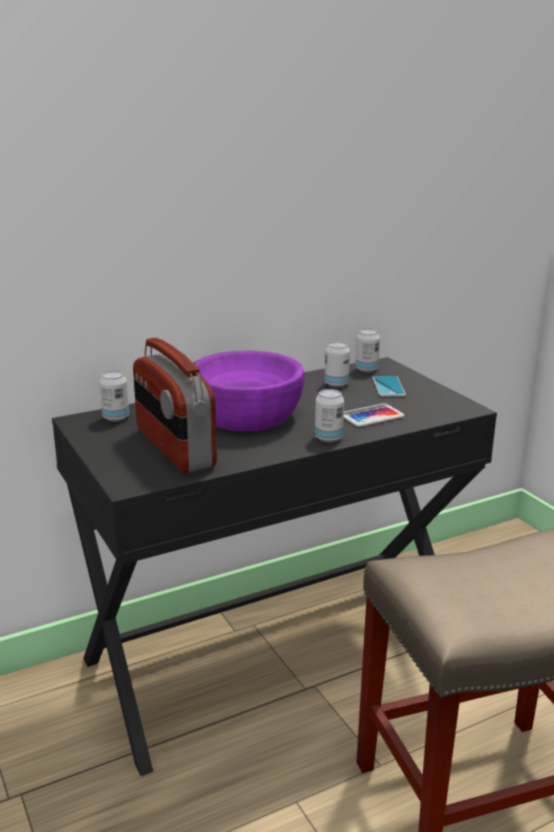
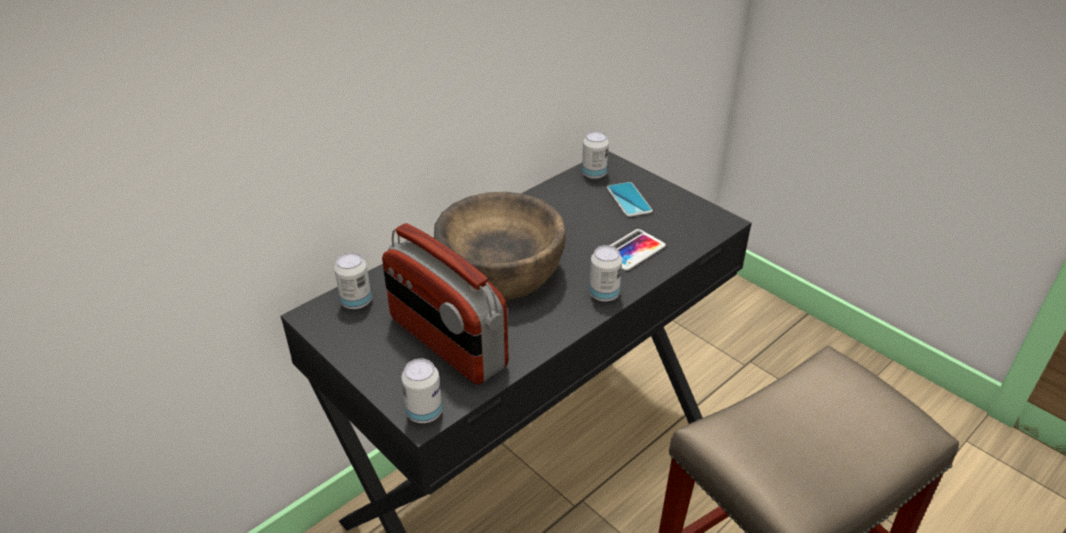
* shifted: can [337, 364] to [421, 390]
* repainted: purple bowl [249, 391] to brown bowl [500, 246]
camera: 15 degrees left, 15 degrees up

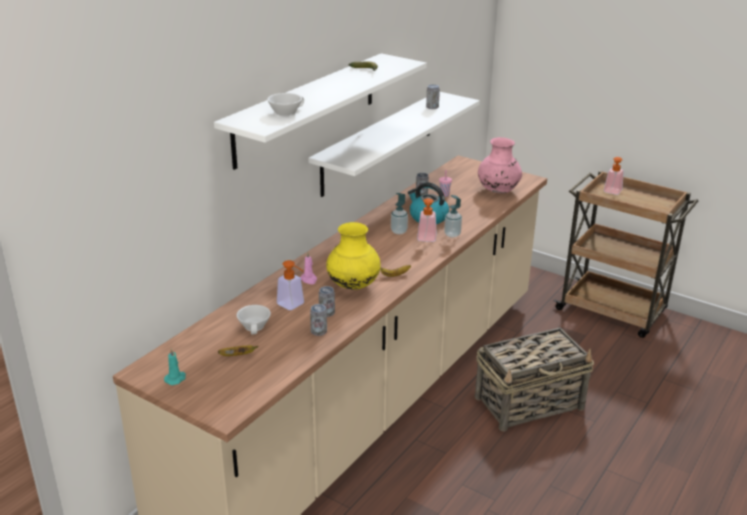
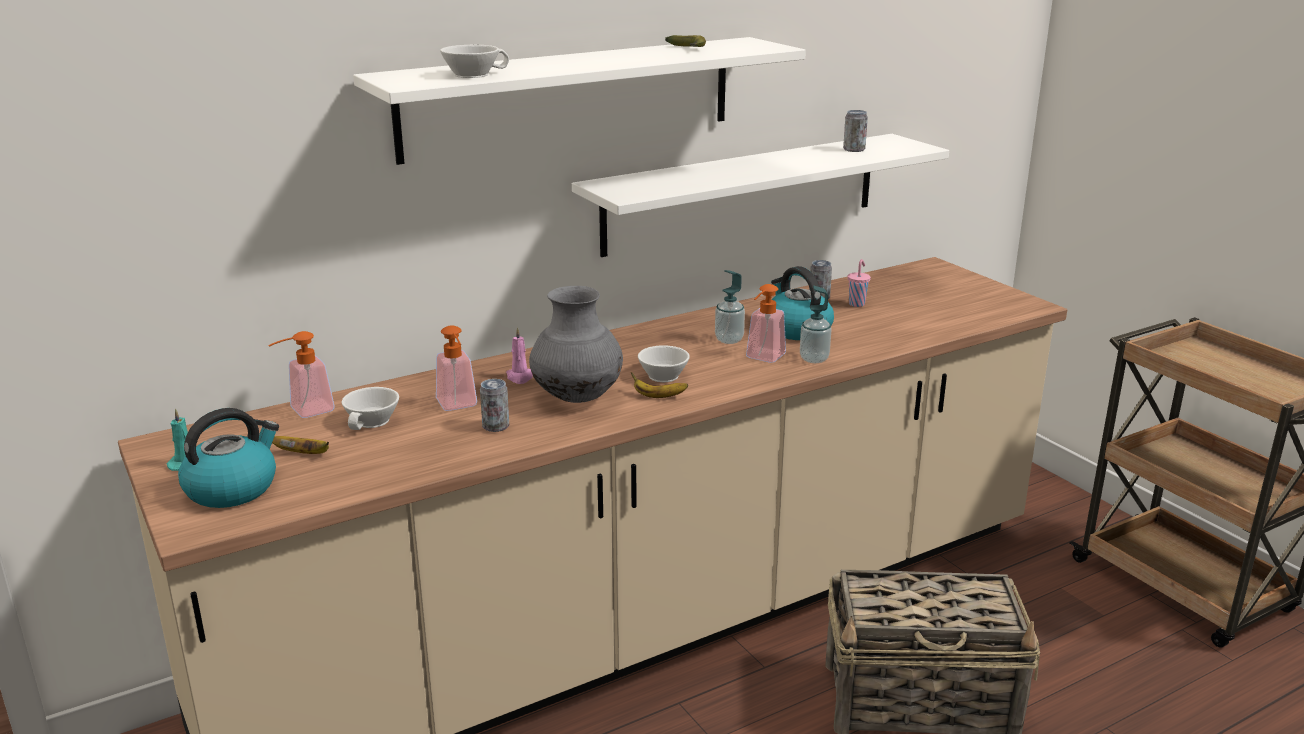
* gone: can [318, 320]
* gone: pink vase [500, 165]
* new: kettle [228, 458]
* new: white cup [664, 363]
* shifted: soap dispenser [614, 176] to [301, 374]
* repainted: yellow vase [353, 255] to grey vase [576, 344]
camera: 25 degrees right, 5 degrees down

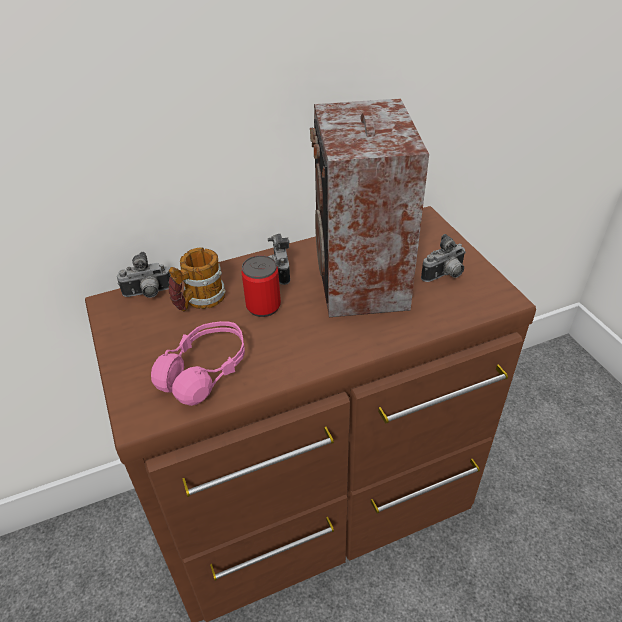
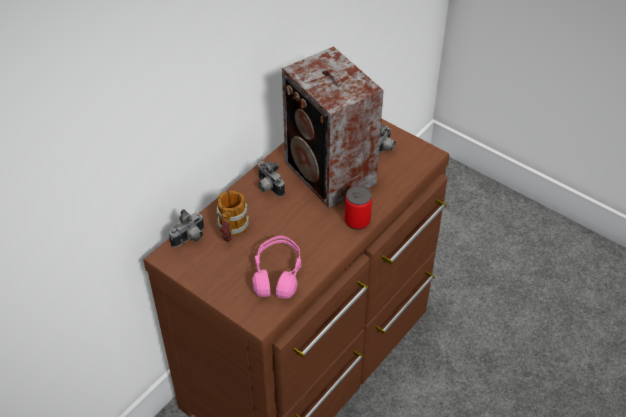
* shifted: can [261, 286] to [358, 207]
camera: 30 degrees left, 5 degrees up

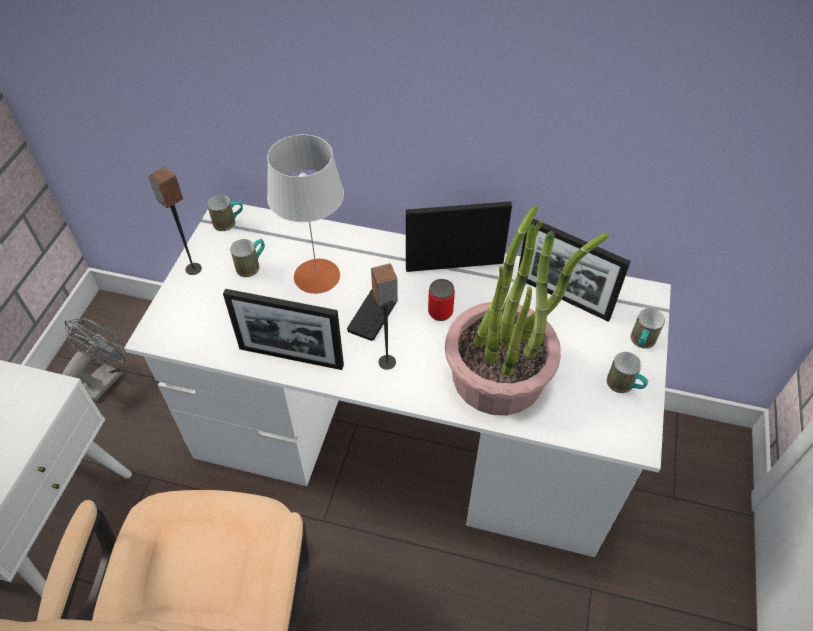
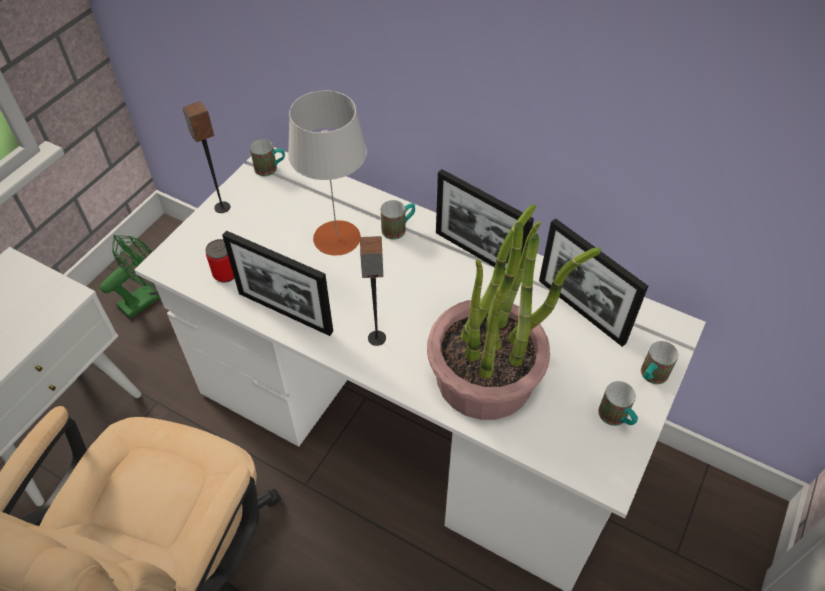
* gone: black game controller [372, 315]
* shifted: mug [247, 258] to [398, 220]
* shifted: can [441, 300] to [220, 261]
* repainted: grey fan [94, 359] to green fan [130, 276]
* rotated: picture frame [459, 236] = [485, 220] 150 degrees counterclockwise
camera: 15 degrees right, 0 degrees up

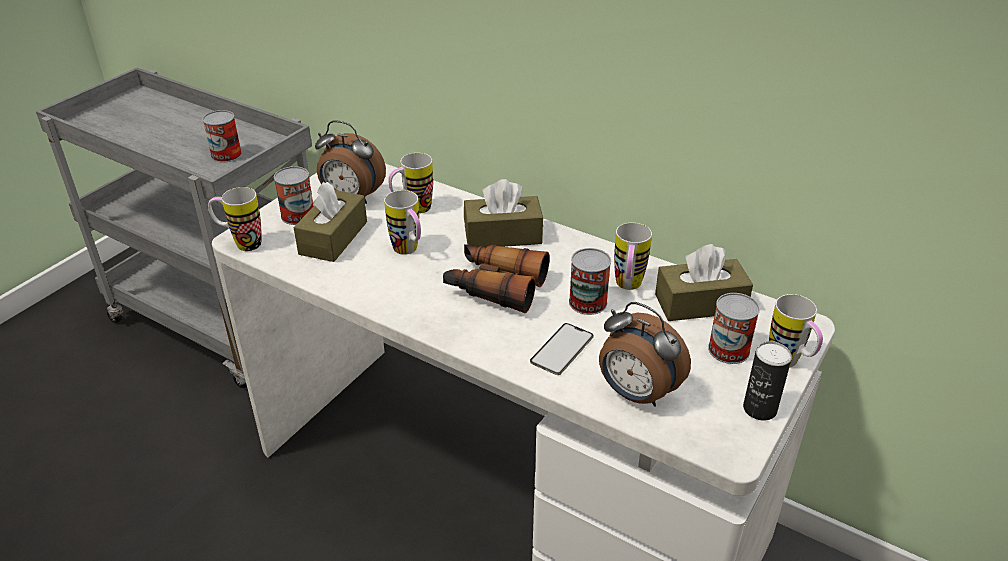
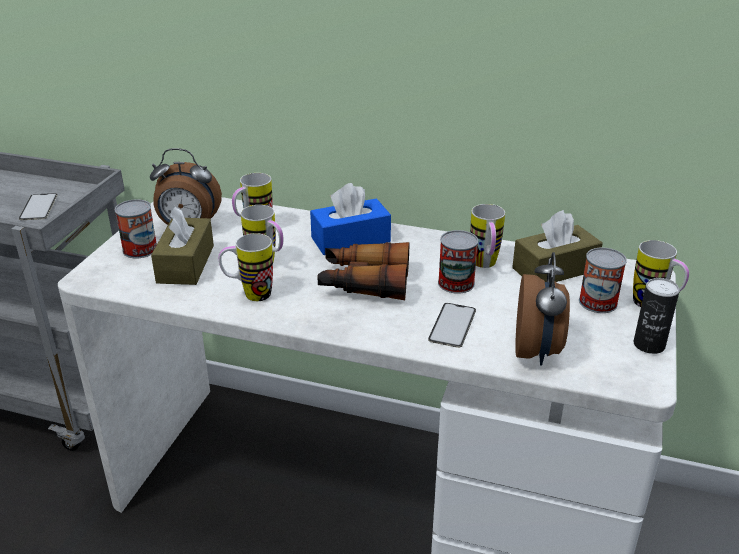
* shifted: mug [235, 219] to [246, 267]
* swapped: can [222, 136] to phone [38, 206]
* repainted: brown tissue box [503, 213] to blue tissue box [350, 219]
* rotated: alarm clock [645, 354] = [542, 309] 105 degrees counterclockwise
camera: 15 degrees left, 5 degrees down

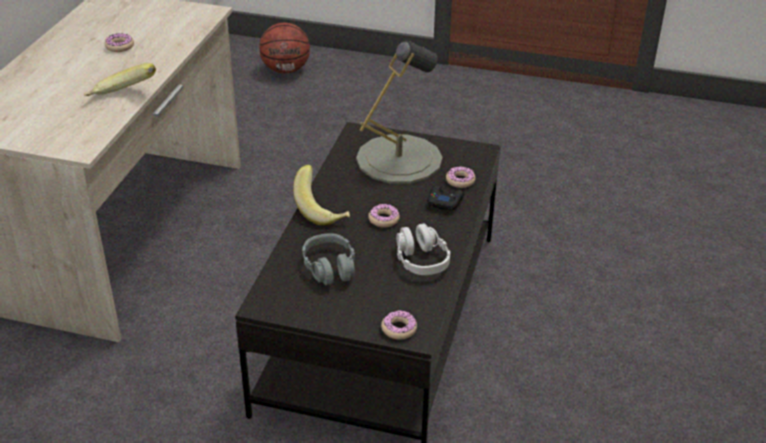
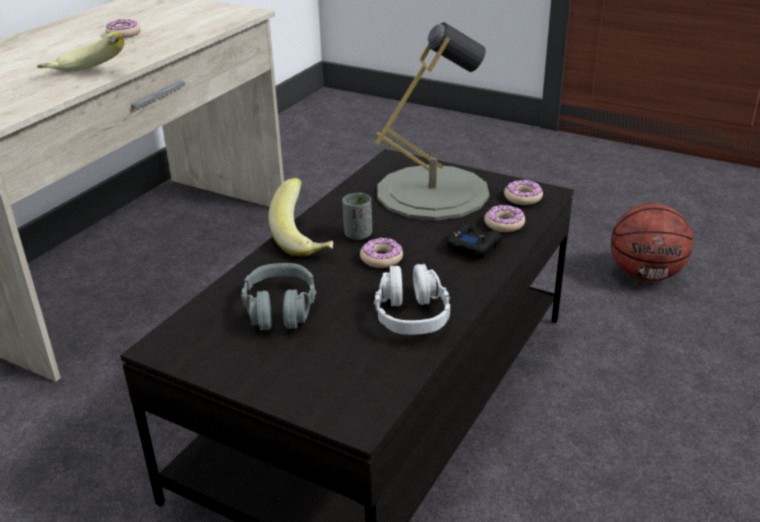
* new: grey cup [357, 216]
* shifted: basketball [285, 48] to [652, 242]
* shifted: donut [399, 325] to [523, 192]
camera: 15 degrees right, 5 degrees down

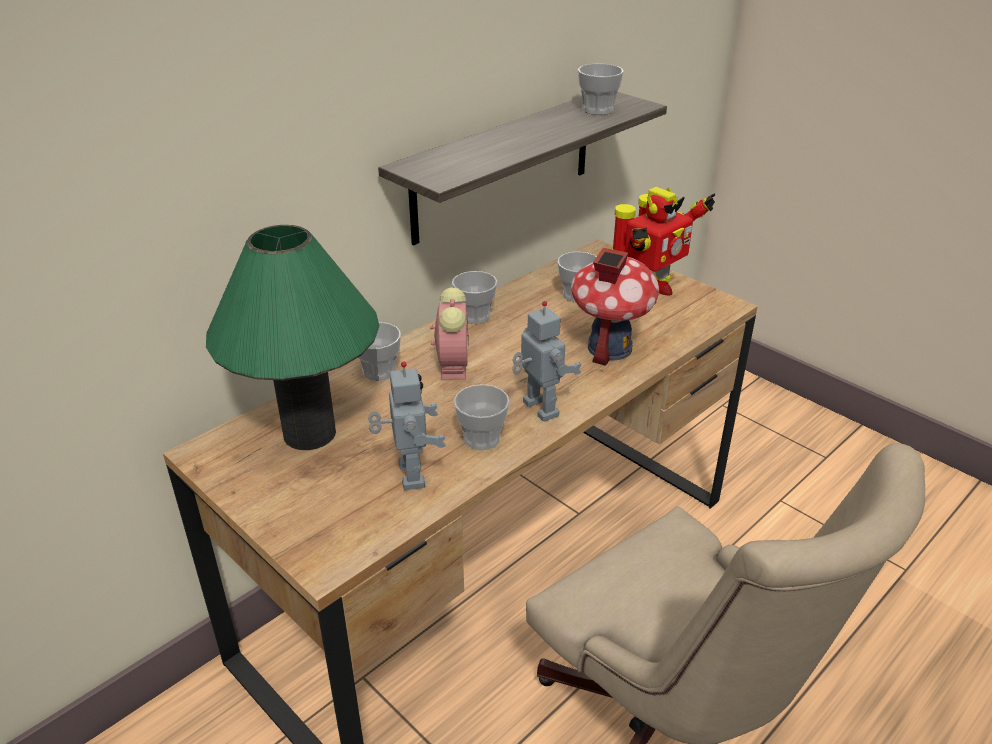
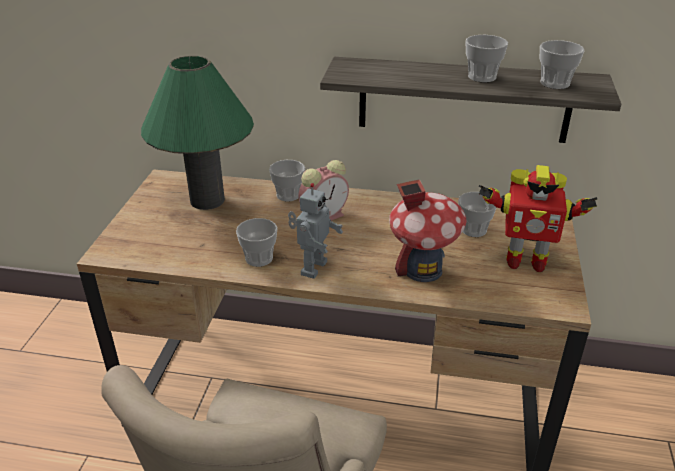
* gone: toy robot [407, 425]
* shifted: cup [474, 297] to [486, 58]
camera: 55 degrees right, 0 degrees up

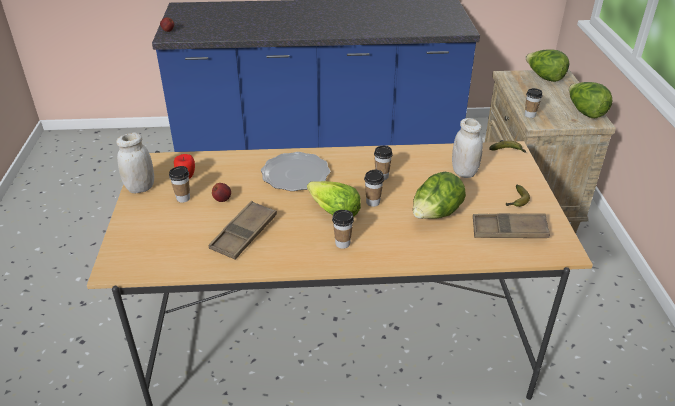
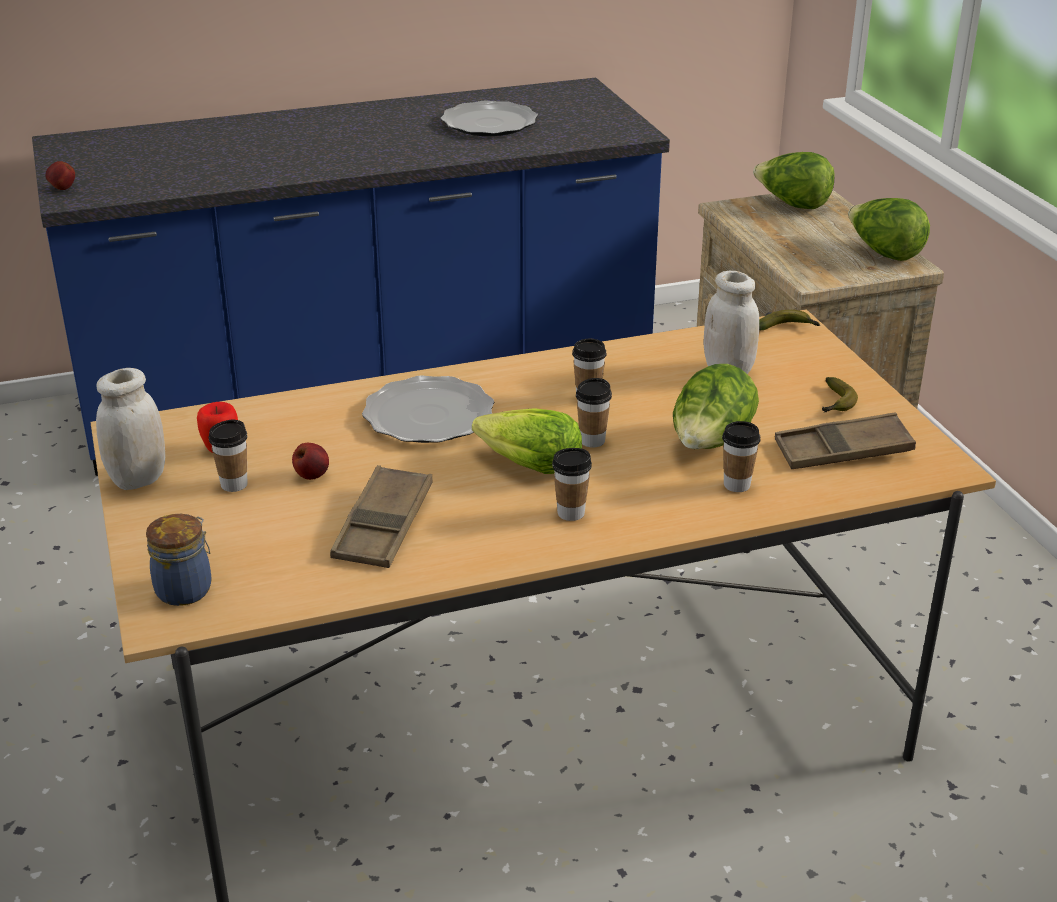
* new: jar [178, 560]
* new: plate [489, 118]
* shifted: cup [533, 103] to [741, 456]
camera: 15 degrees left, 5 degrees down

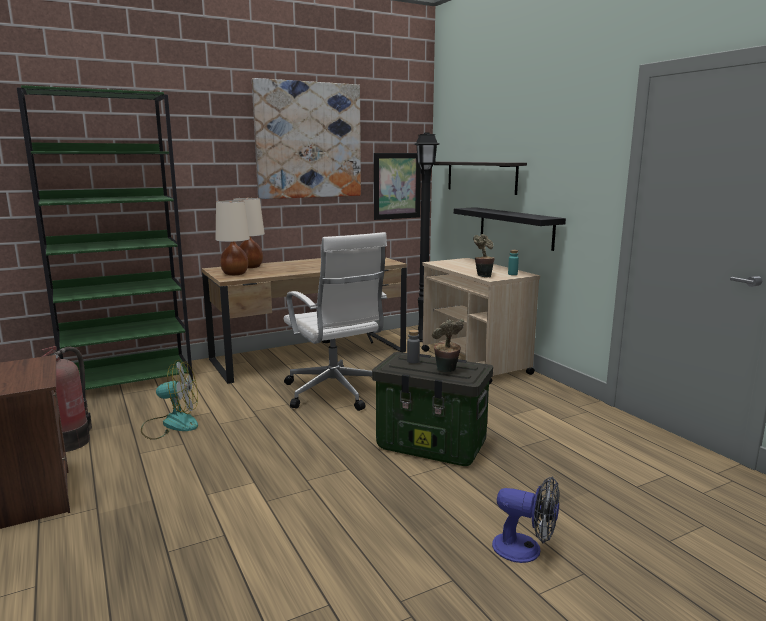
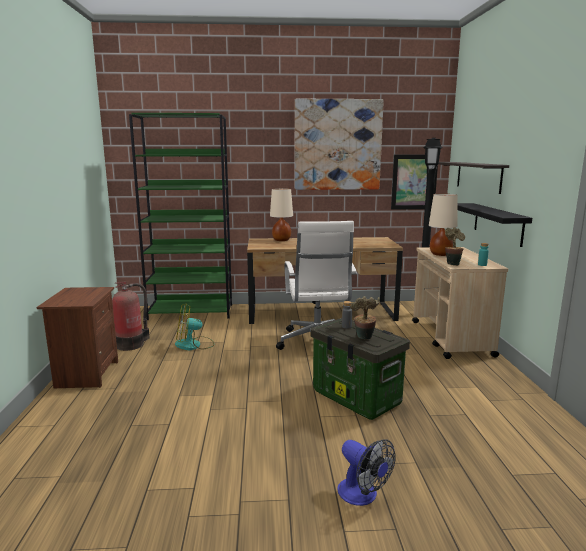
* shifted: beige table lamp [233, 237] to [443, 225]
* rotated: fan [169, 400] = [194, 327] 150 degrees clockwise
camera: 25 degrees right, 0 degrees up

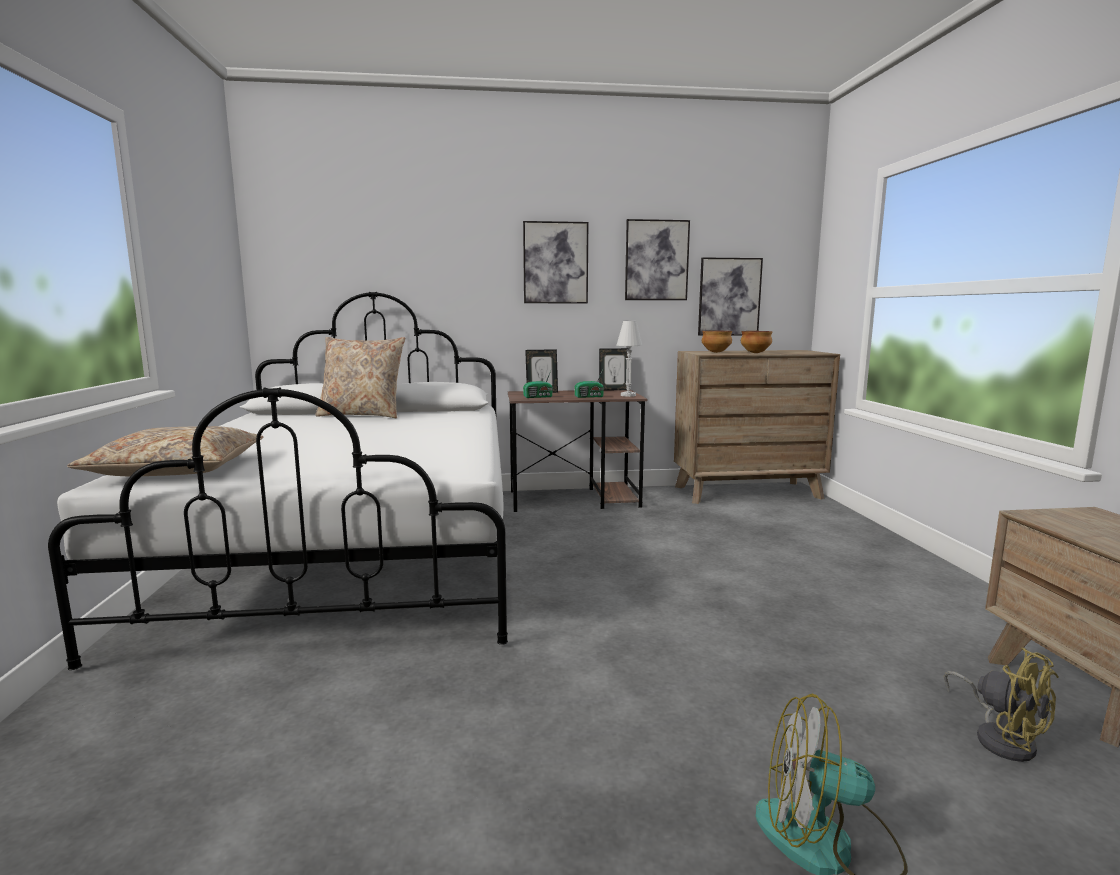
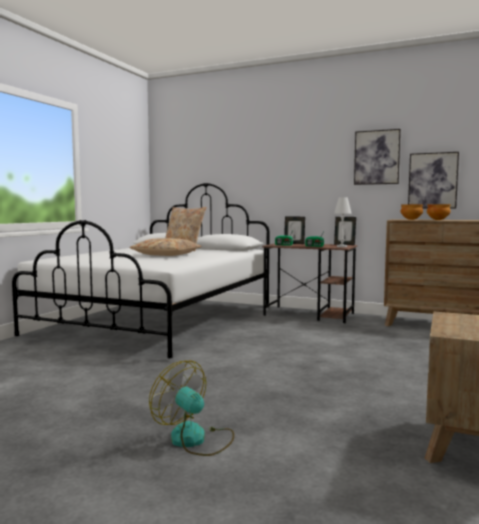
* gone: picture [555, 262]
* gone: yellow fan [1001, 704]
* shifted: beige pillow [165, 451] to [165, 247]
camera: 30 degrees right, 5 degrees down

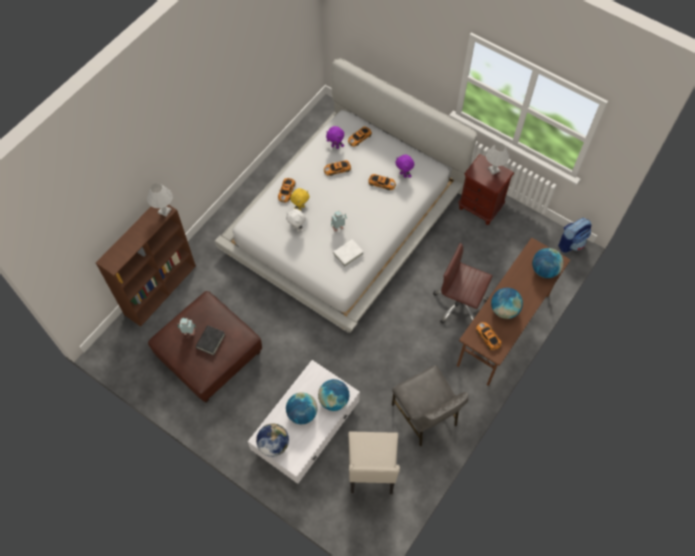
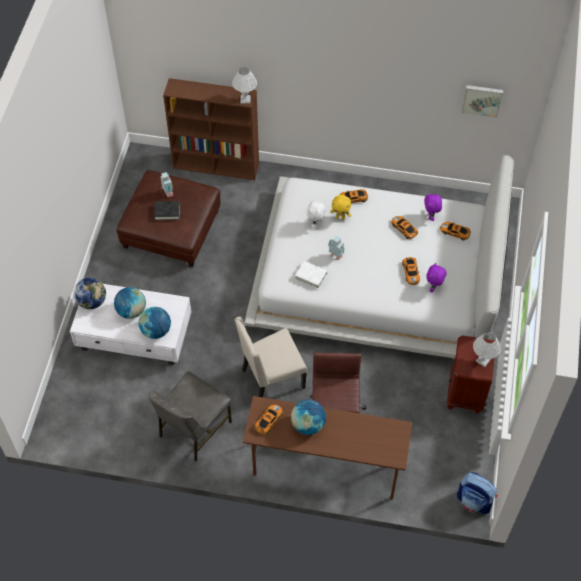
* gone: globe [548, 263]
* new: picture [482, 101]
* shifted: beige chair [374, 462] to [271, 357]
camera: 65 degrees right, 5 degrees down

